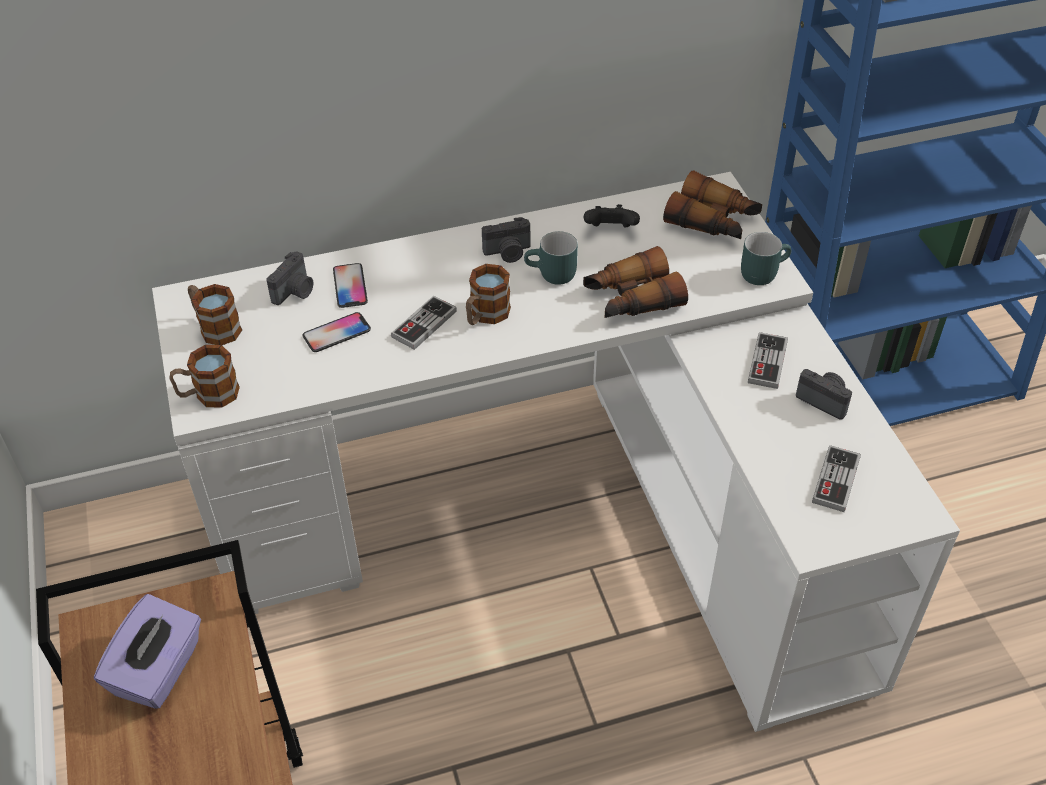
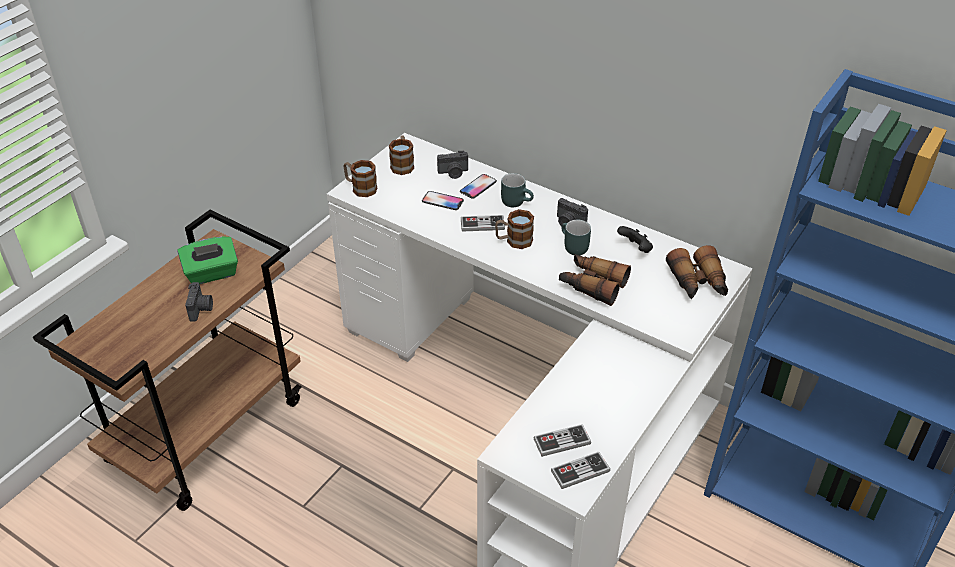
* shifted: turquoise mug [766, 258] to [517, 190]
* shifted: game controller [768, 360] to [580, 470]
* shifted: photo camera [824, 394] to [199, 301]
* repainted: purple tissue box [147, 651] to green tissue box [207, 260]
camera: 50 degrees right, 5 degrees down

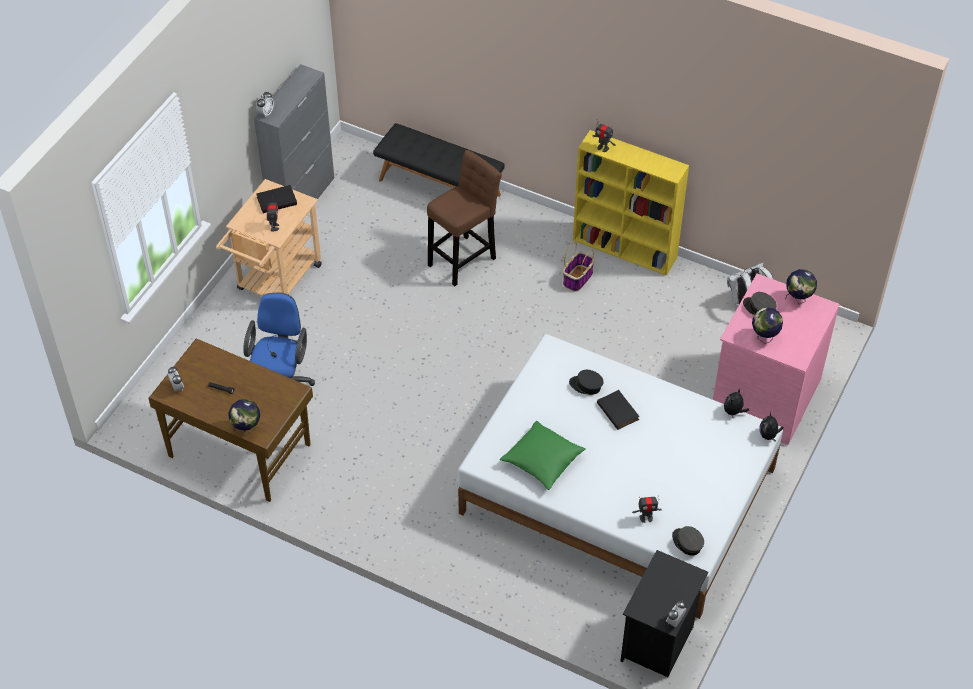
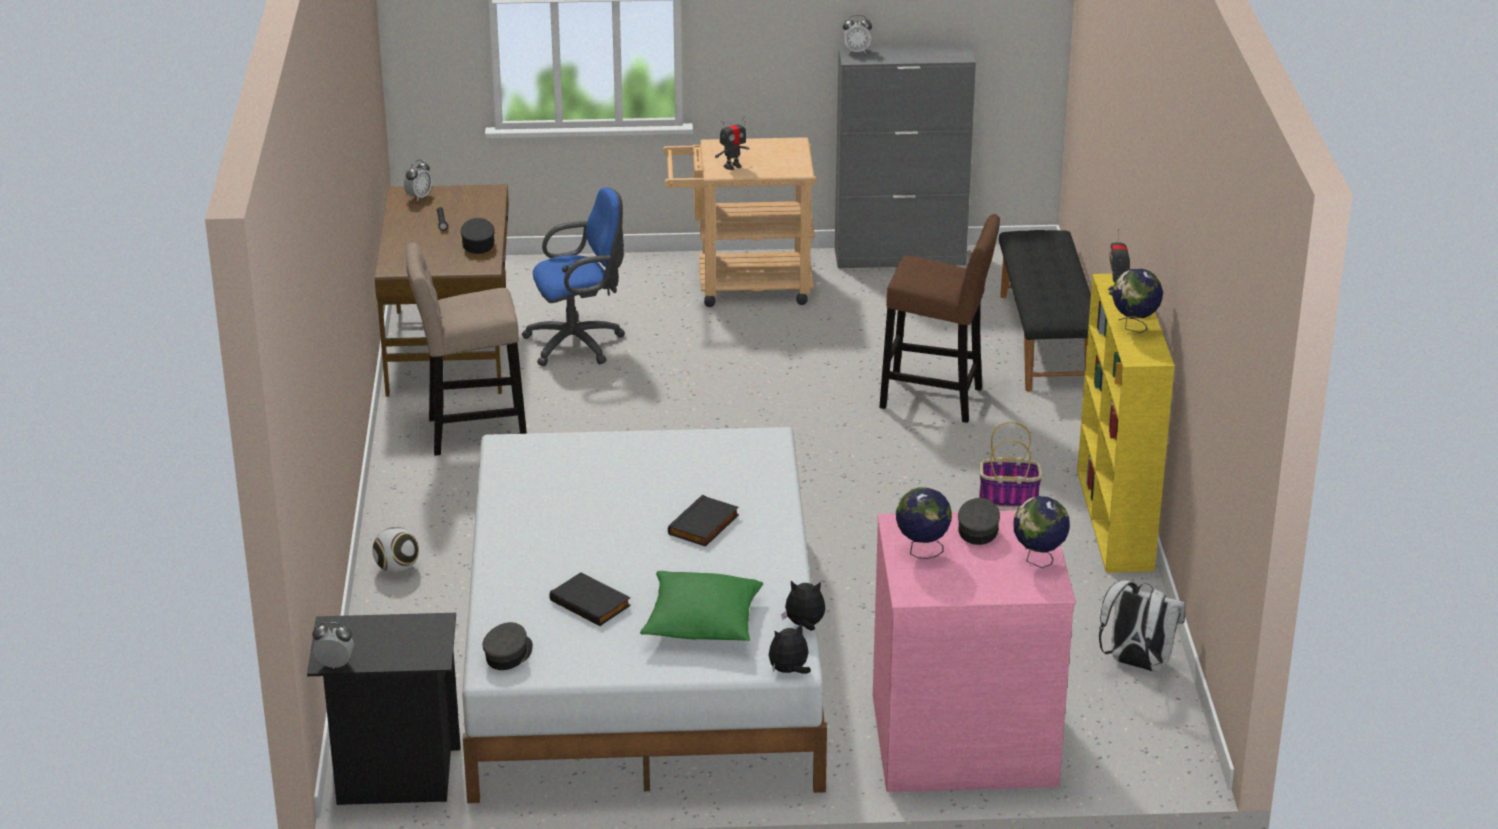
* gone: toy robot [647, 510]
* new: football [396, 550]
* new: beige stool [466, 349]
* shifted: globe [244, 417] to [1137, 301]
* shifted: black book [276, 199] to [590, 599]
* shifted: green pillow [542, 455] to [701, 606]
* shifted: black cap [586, 382] to [478, 236]
camera: 60 degrees right, 20 degrees down

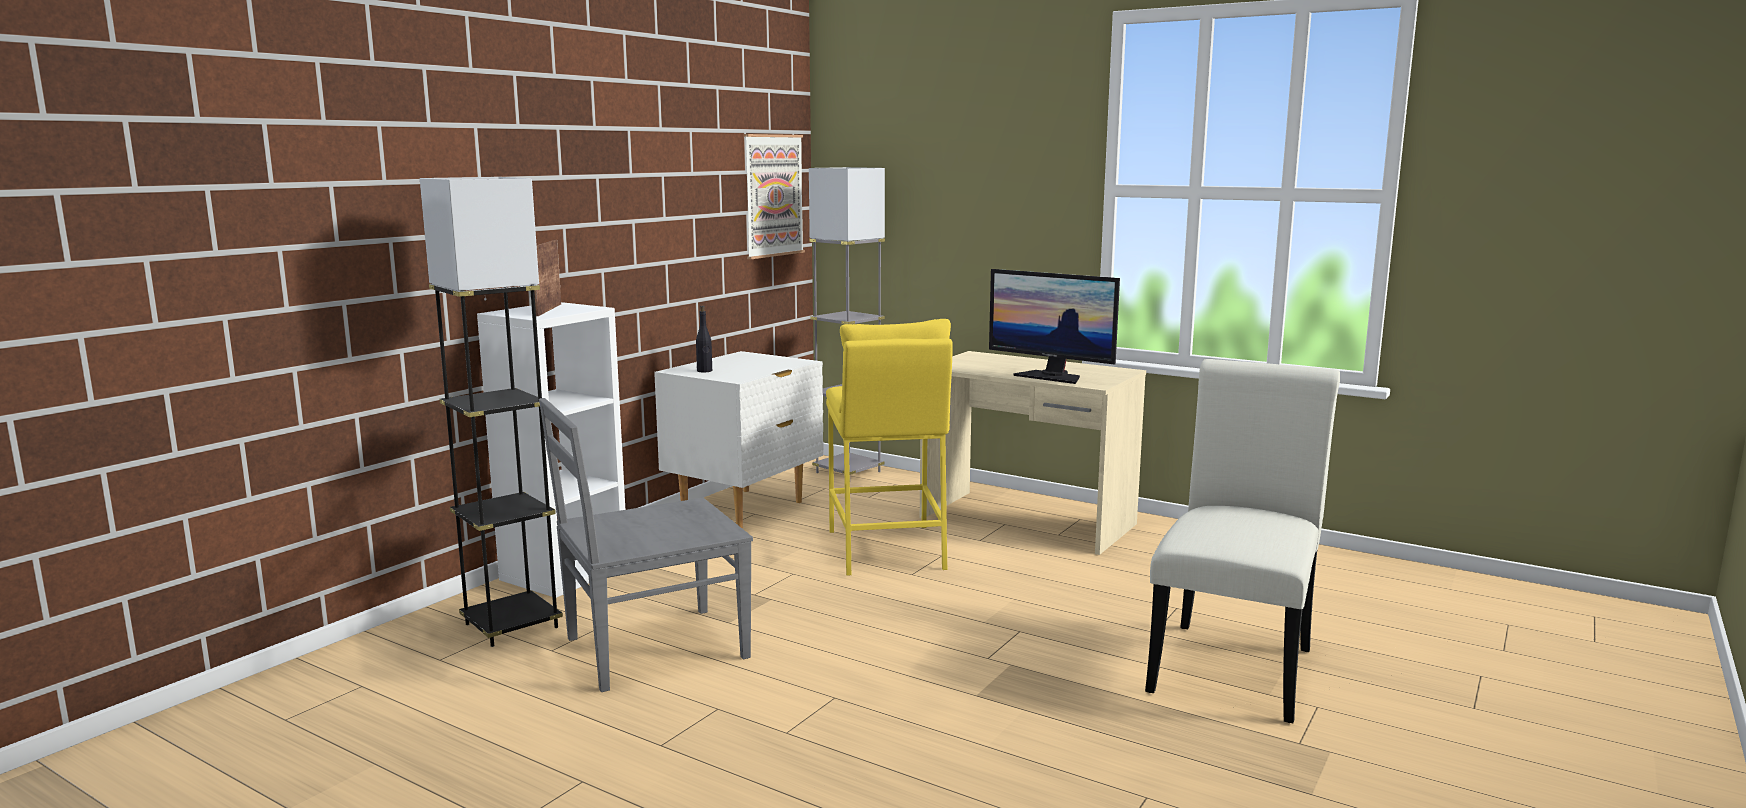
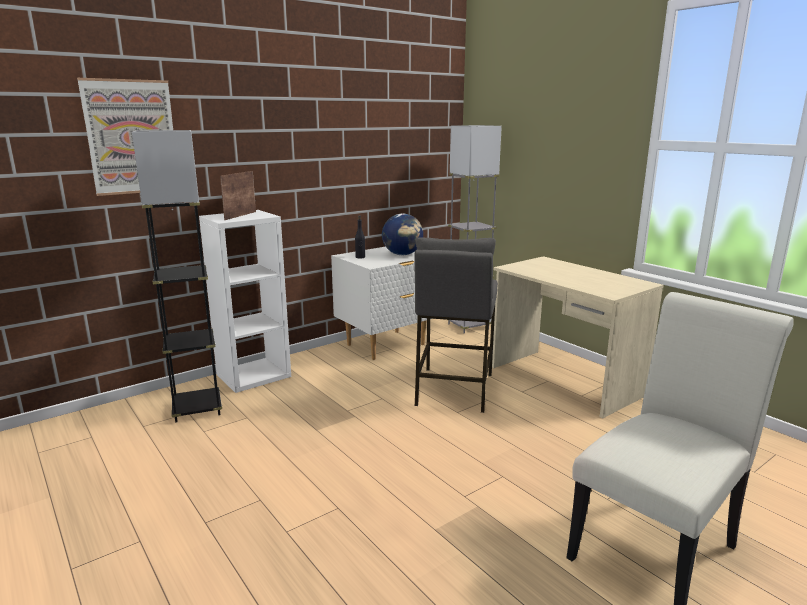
* gone: grey chair [646, 545]
* gone: monitor [1054, 326]
* new: globe [402, 234]
* shifted: picture [774, 196] to [125, 137]
* repainted: yellow stool [889, 447] to grey stool [456, 325]
camera: 20 degrees right, 5 degrees up

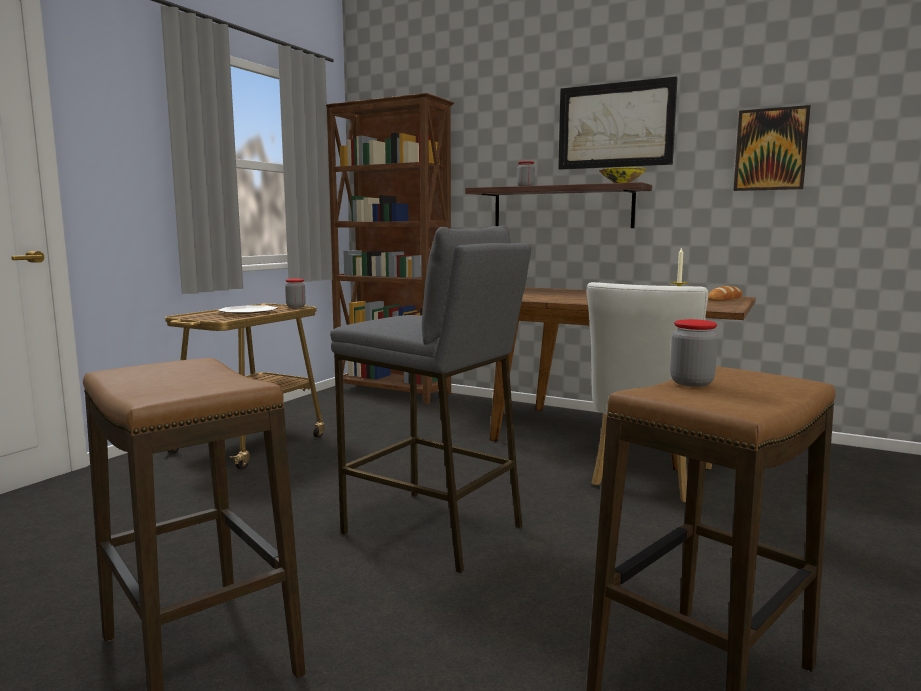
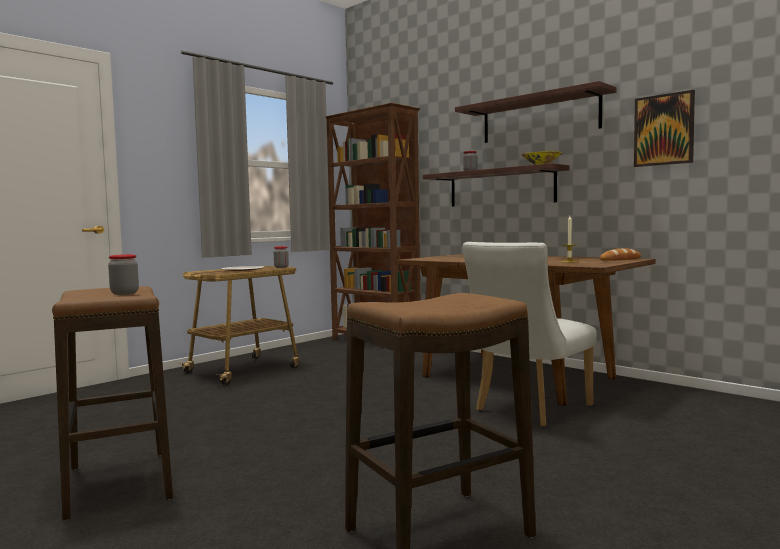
* gone: grey stool [430, 399]
* shifted: jar [694, 353] to [123, 274]
* swapped: picture [618, 123] to shelf [535, 112]
camera: 15 degrees right, 5 degrees down

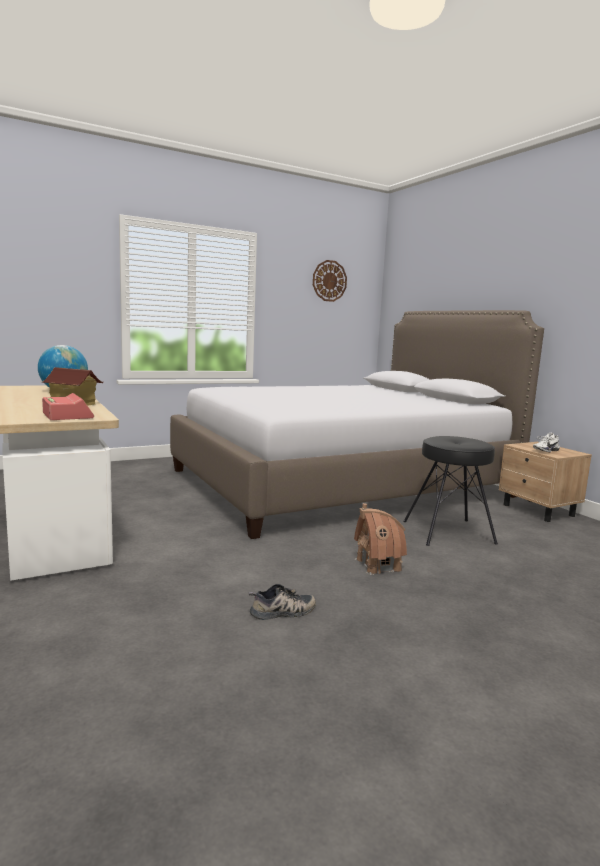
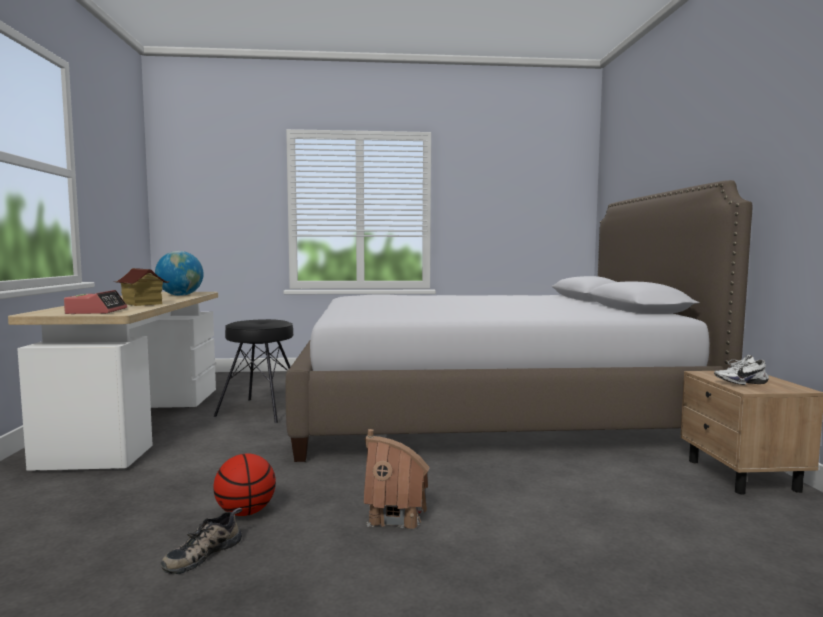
* gone: wall clock [330, 281]
* new: basketball [244, 485]
* shifted: black stool [450, 491] to [253, 371]
* rotated: shoe [282, 602] = [201, 541] 120 degrees clockwise
camera: 25 degrees right, 5 degrees down

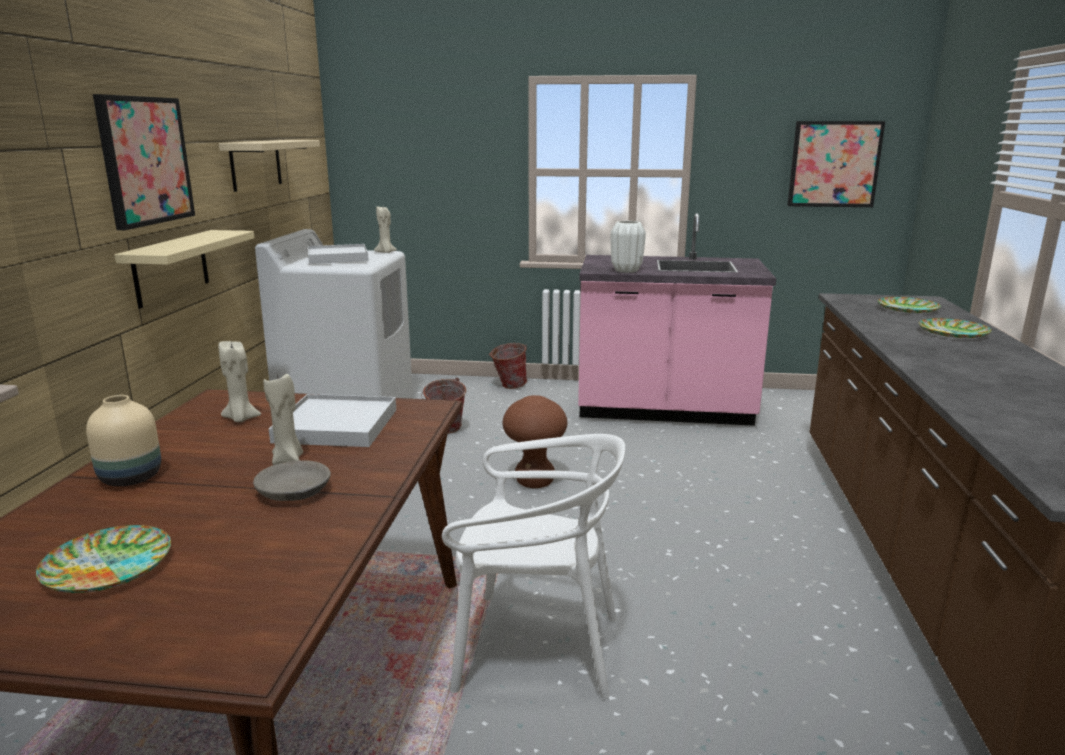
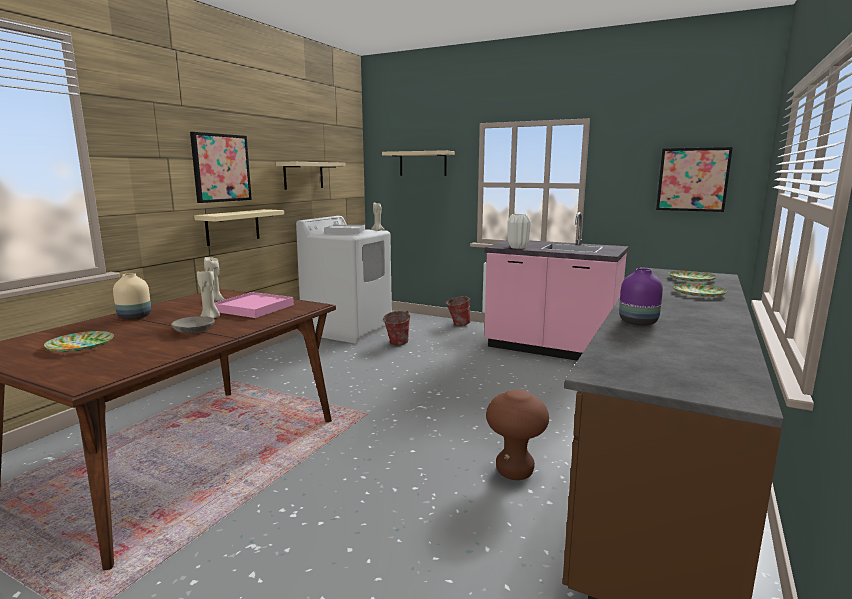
* gone: white chair [533, 566]
* new: beige shelf [418, 163]
* new: purple vase [641, 296]
* shifted: brown stool [535, 441] to [517, 435]
* repainted: white tray [332, 420] to pink tray [254, 305]
camera: 20 degrees right, 5 degrees down

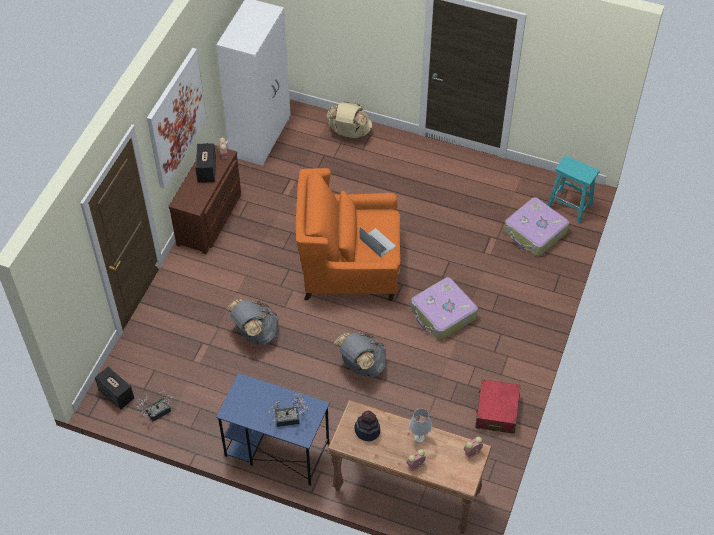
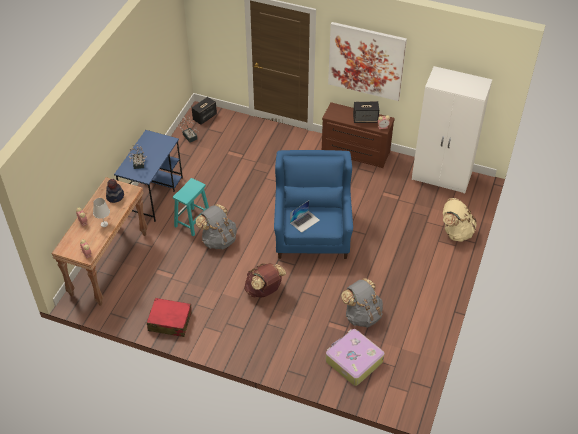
* shifted: grey backpack [252, 322] to [362, 303]
* shifted: turquoise stool [574, 189] to [191, 207]
* swapped: suitcase [444, 308] to brown backpack [265, 280]
* repainted: orange armchair [348, 234] to blue armchair [313, 204]
camera: 90 degrees right, 5 degrees down

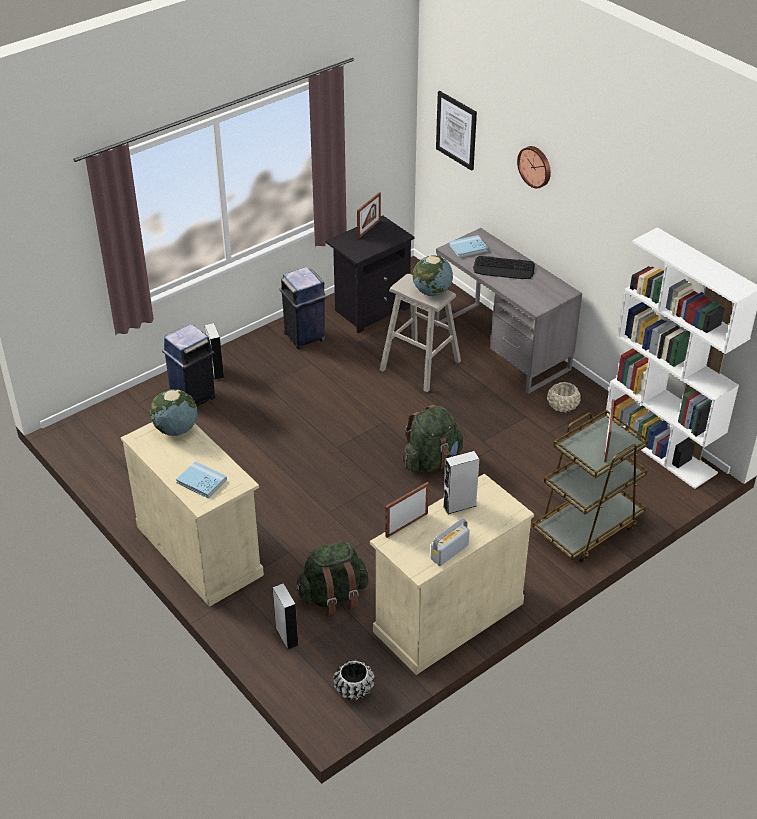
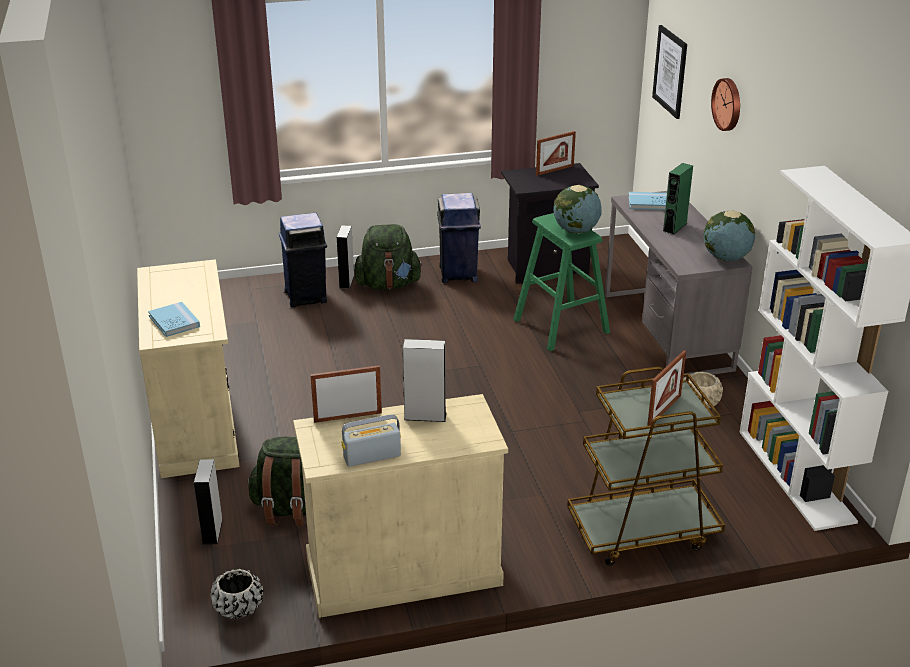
* shifted: globe [173, 412] to [729, 235]
* shifted: green backpack [432, 438] to [388, 257]
* swapped: keyboard [504, 267] to green speaker [678, 199]
* repainted: beige stool [420, 333] to green stool [561, 282]
camera: 25 degrees right, 10 degrees down

